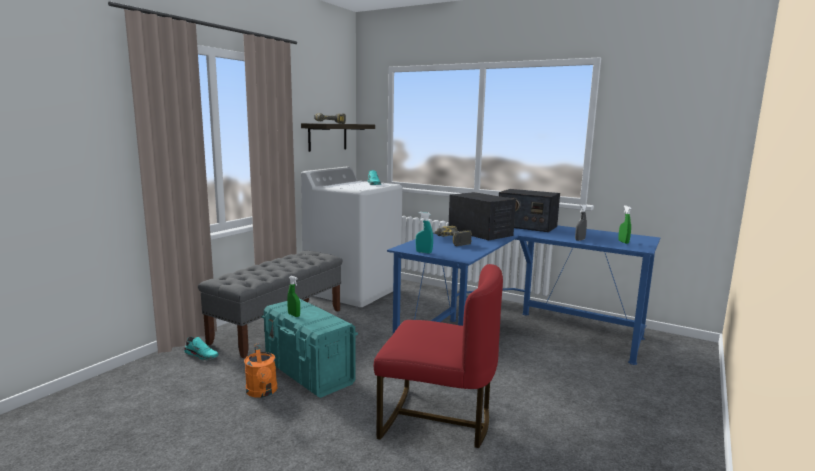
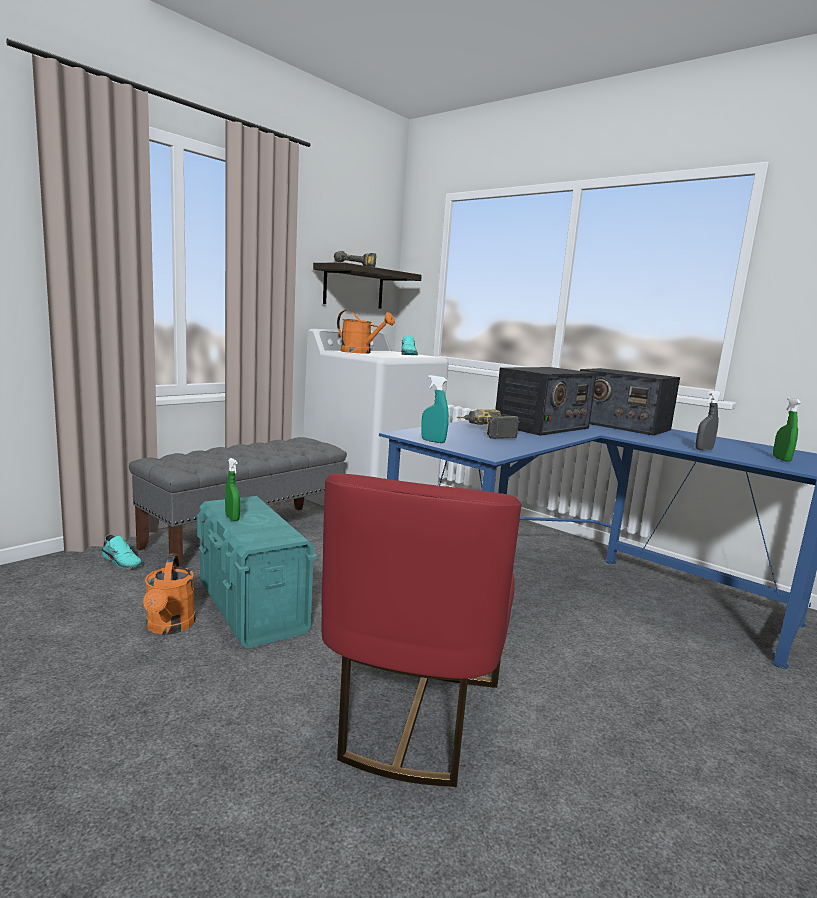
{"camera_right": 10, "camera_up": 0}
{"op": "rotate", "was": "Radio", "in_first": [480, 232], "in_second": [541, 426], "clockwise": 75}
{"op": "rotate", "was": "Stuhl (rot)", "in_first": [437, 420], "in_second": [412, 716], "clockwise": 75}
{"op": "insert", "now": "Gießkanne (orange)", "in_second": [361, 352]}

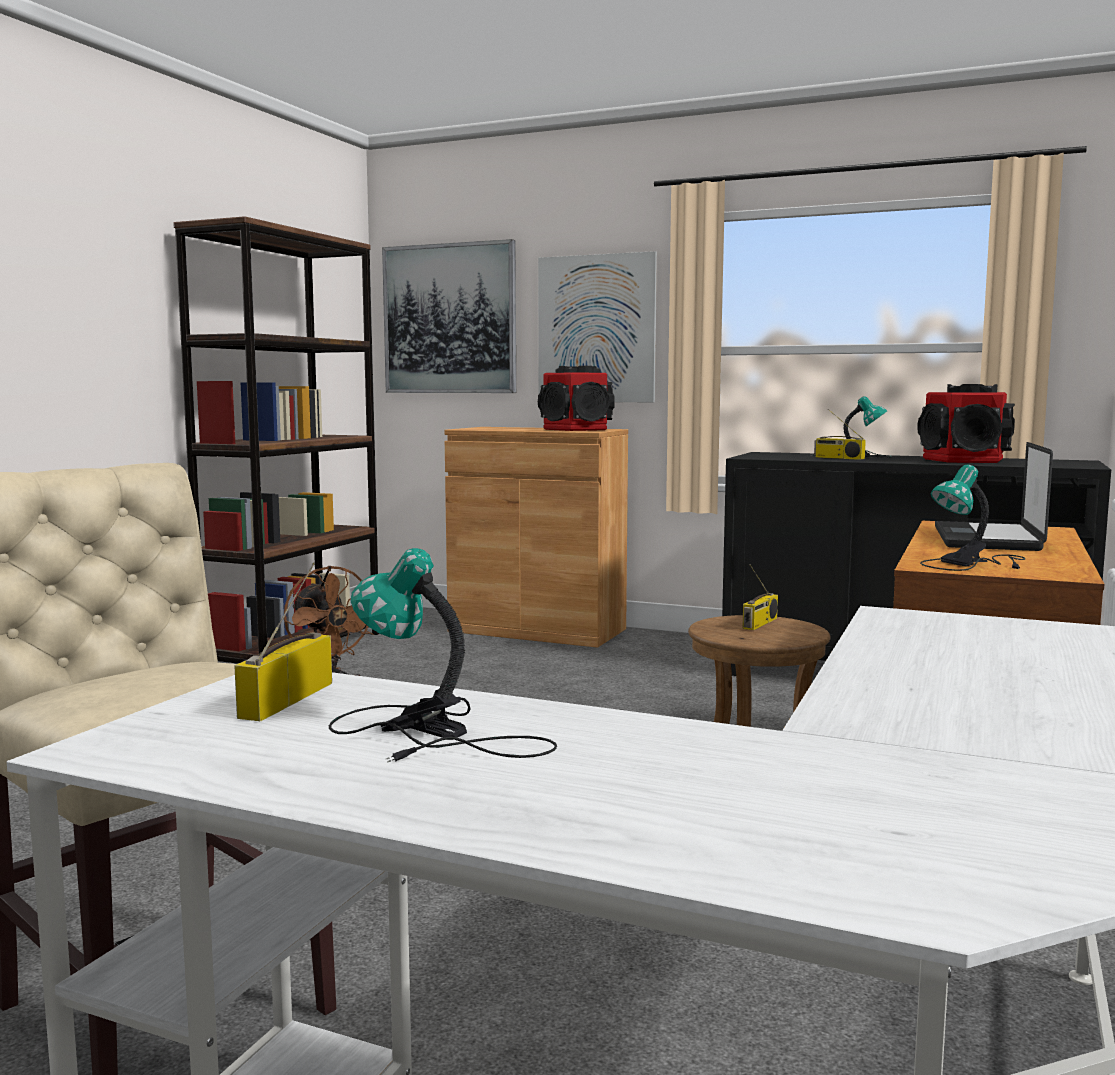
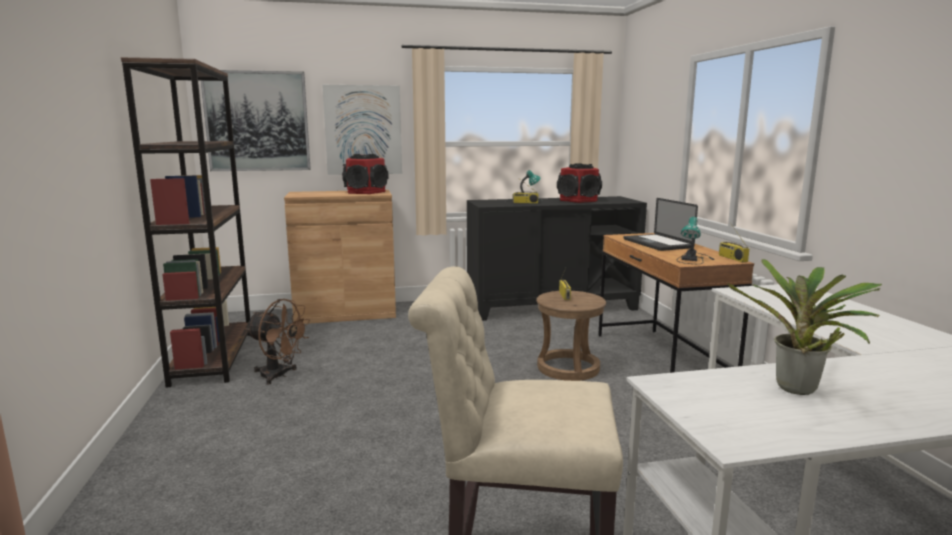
{"camera_right": -35, "camera_up": 5}
{"op": "replace", "was": "Tischlampe", "now": "Topfpflanze", "in_first": [430, 733], "in_second": [796, 391]}
{"op": "move", "was": "Radio", "in_first": [287, 699], "in_second": [732, 258]}

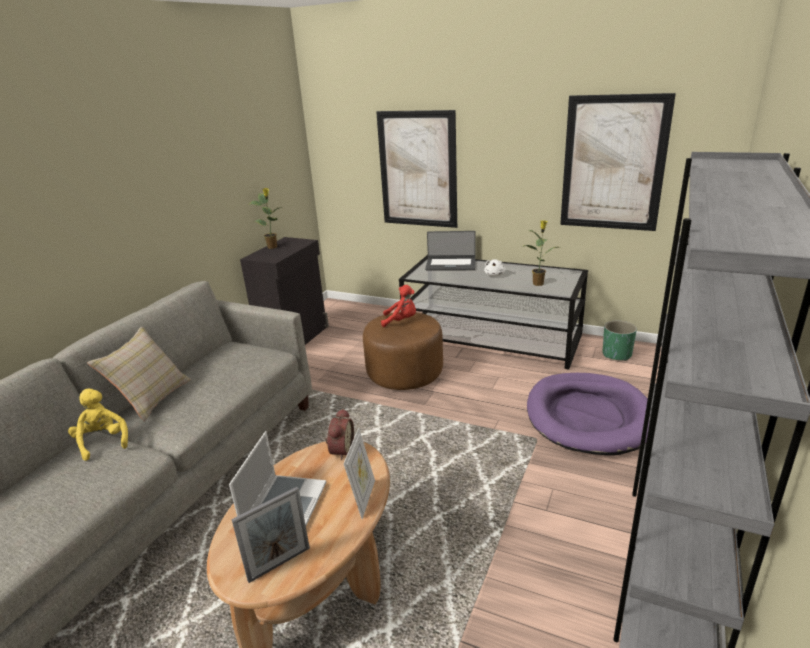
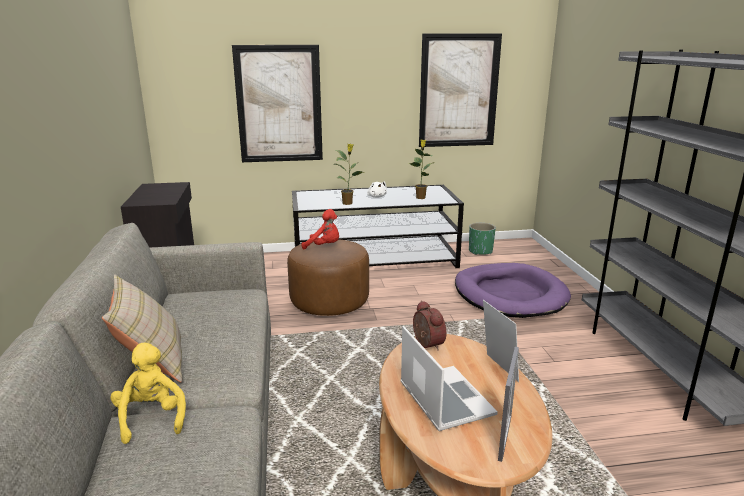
{"camera_right": -35, "camera_up": -5}
{"op": "move", "was": "Topfpflanze", "in_first": [273, 247], "in_second": [348, 203]}
{"op": "delete", "was": "Laptop", "in_first": [450, 264]}
{"op": "rotate", "was": "Plüschtier (rot)", "in_first": [401, 321], "in_second": [324, 246], "clockwise": 45}
{"op": "rotate", "was": "Plüschtier (gelb)", "in_first": [103, 442], "in_second": [152, 418], "clockwise": 45}

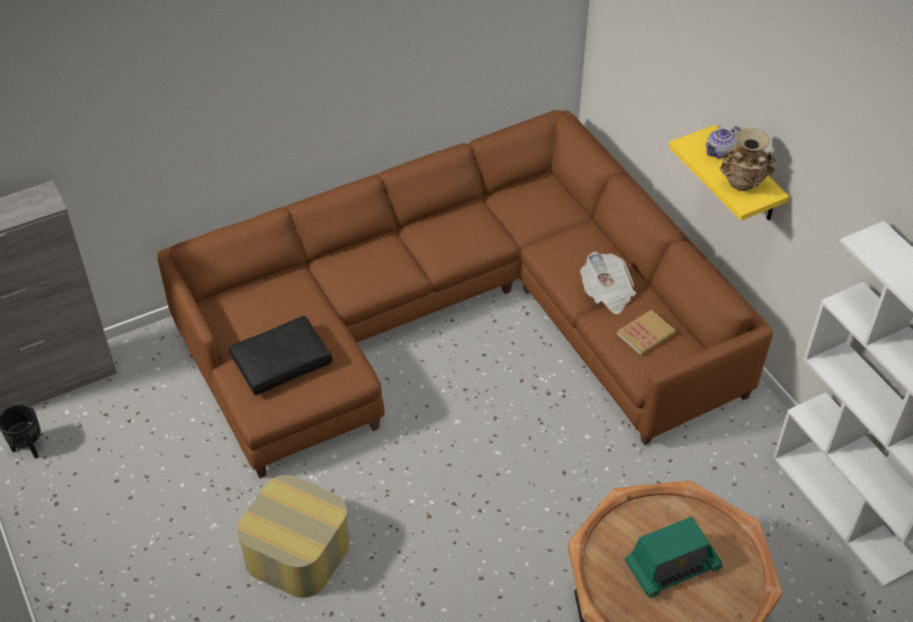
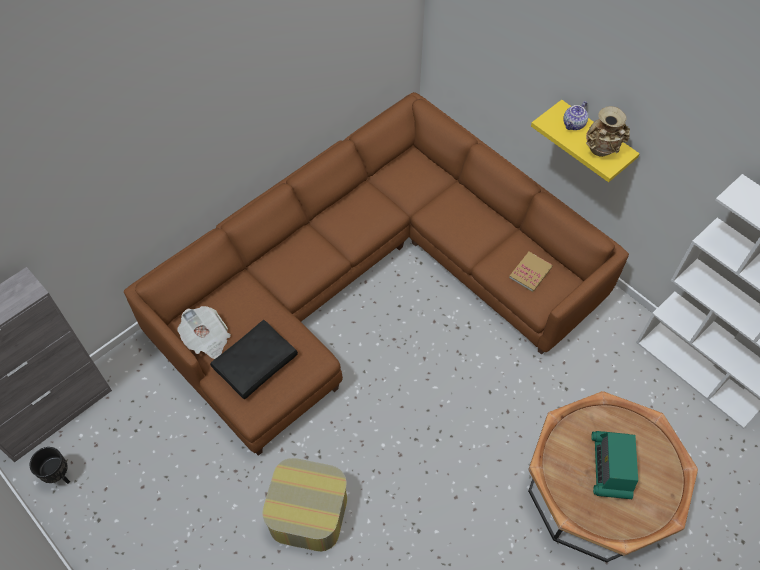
{"camera_right": -15, "camera_up": 10}
{"op": "move", "was": "Zeitung", "in_first": [607, 293], "in_second": [206, 339]}
{"op": "rotate", "was": "Radio", "in_first": [672, 566], "in_second": [610, 467], "clockwise": 135}

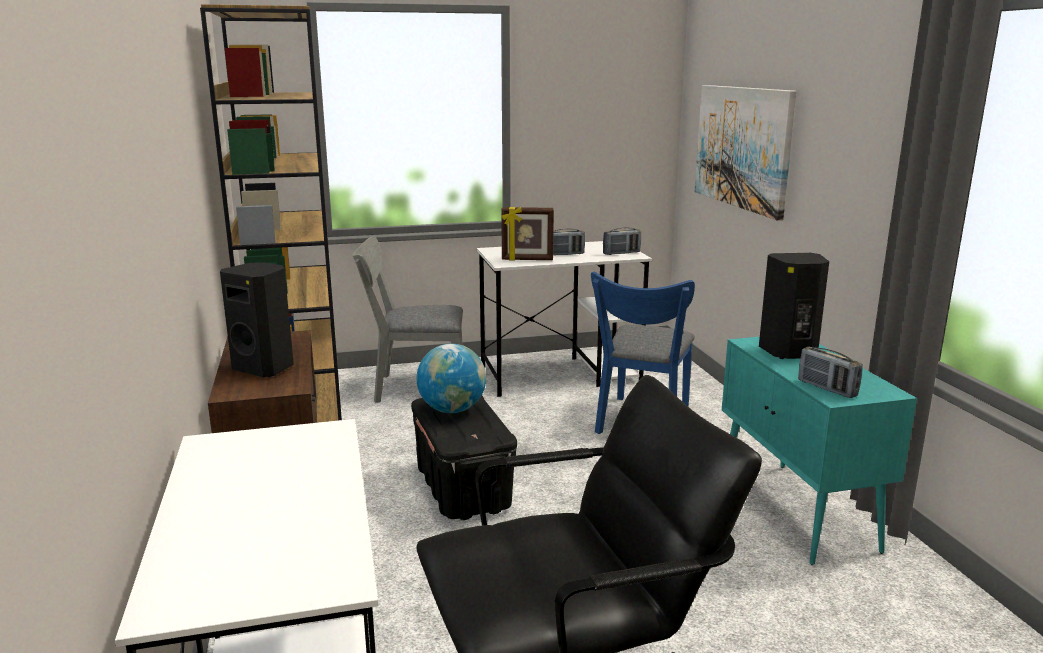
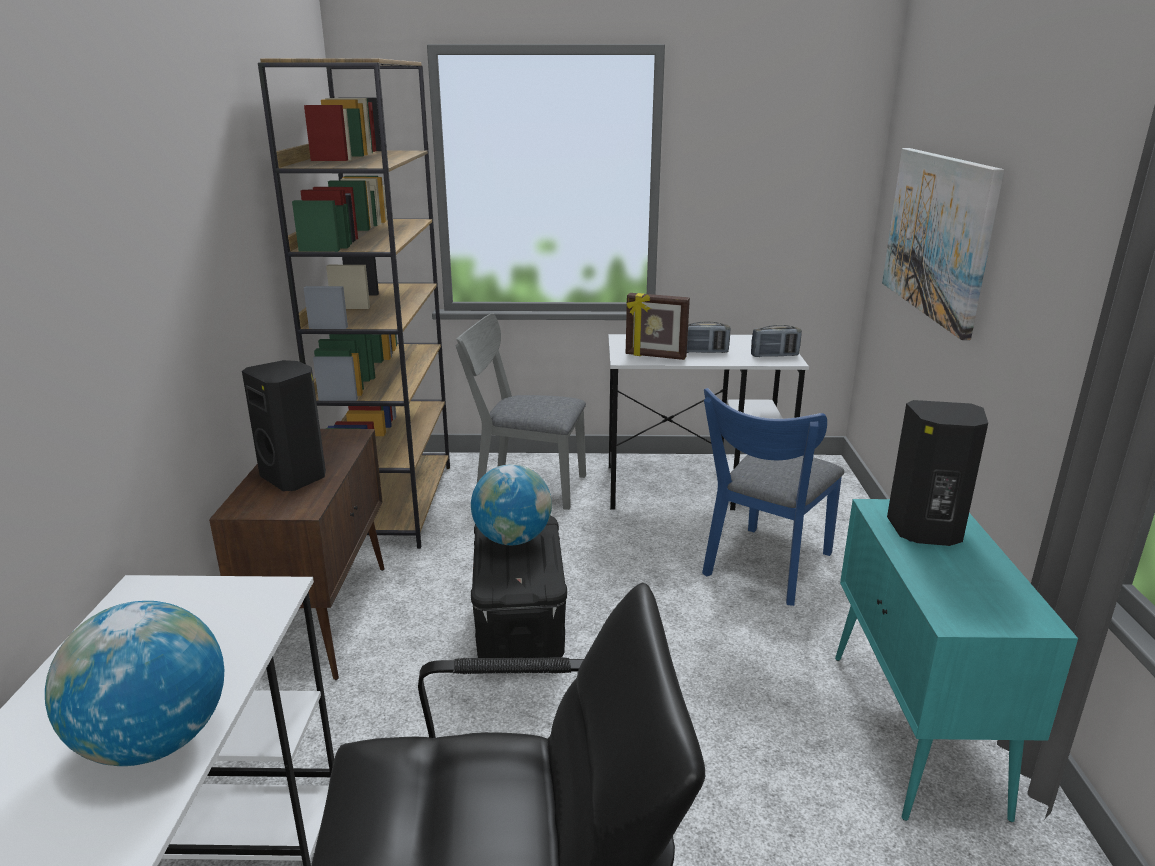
{"camera_right": 15, "camera_up": 5}
{"op": "delete", "was": "Radio", "in_first": [827, 388]}
{"op": "insert", "now": "Globus", "in_second": [154, 741]}

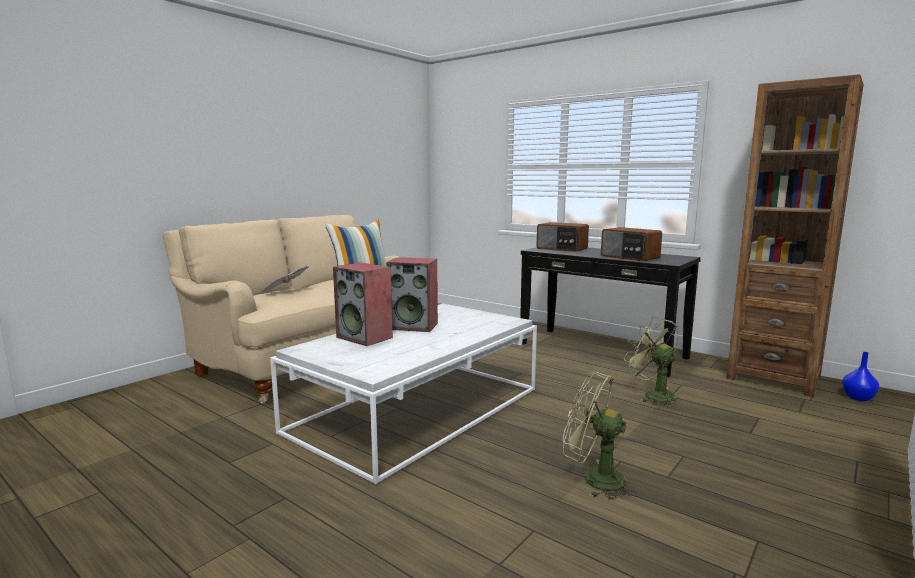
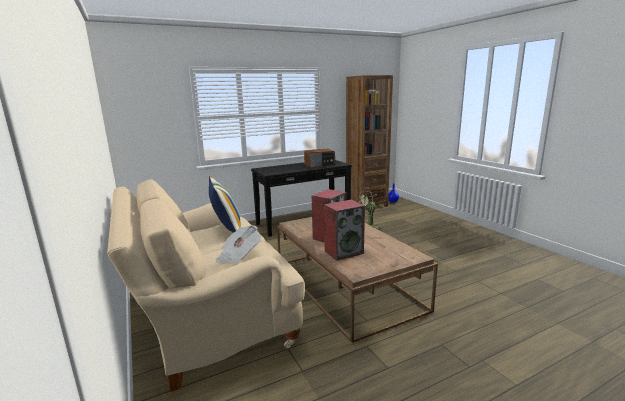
{"camera_right": -65, "camera_up": 5}
{"op": "delete", "was": "Radio", "in_first": [561, 249]}
{"op": "recolor", "was": "Couchtisch (weiß)", "now": "Couchtisch (braun)", "in_first": [417, 409], "in_second": [345, 285]}
{"op": "delete", "was": "Ventilator (grün)", "in_first": [594, 478]}

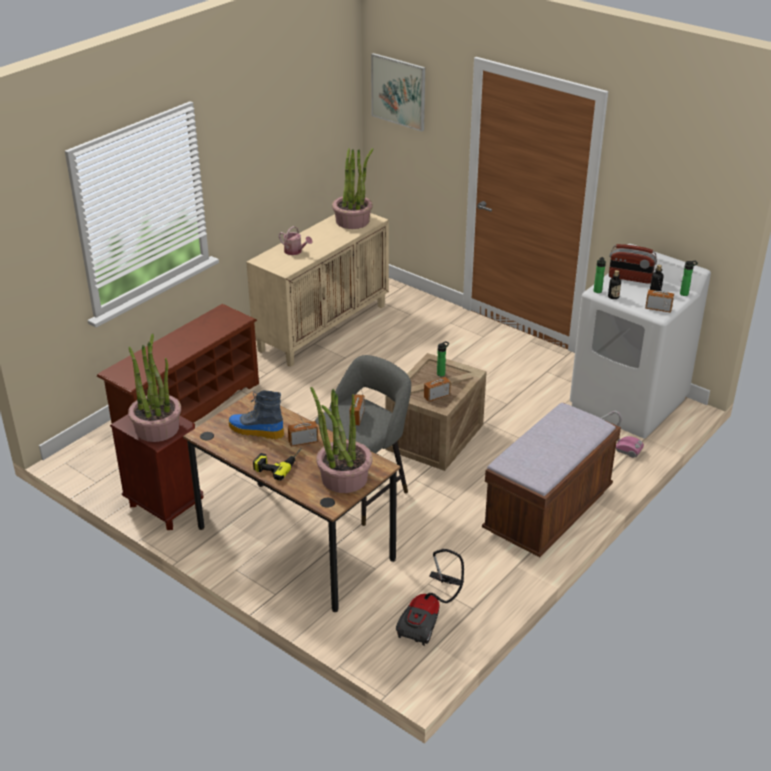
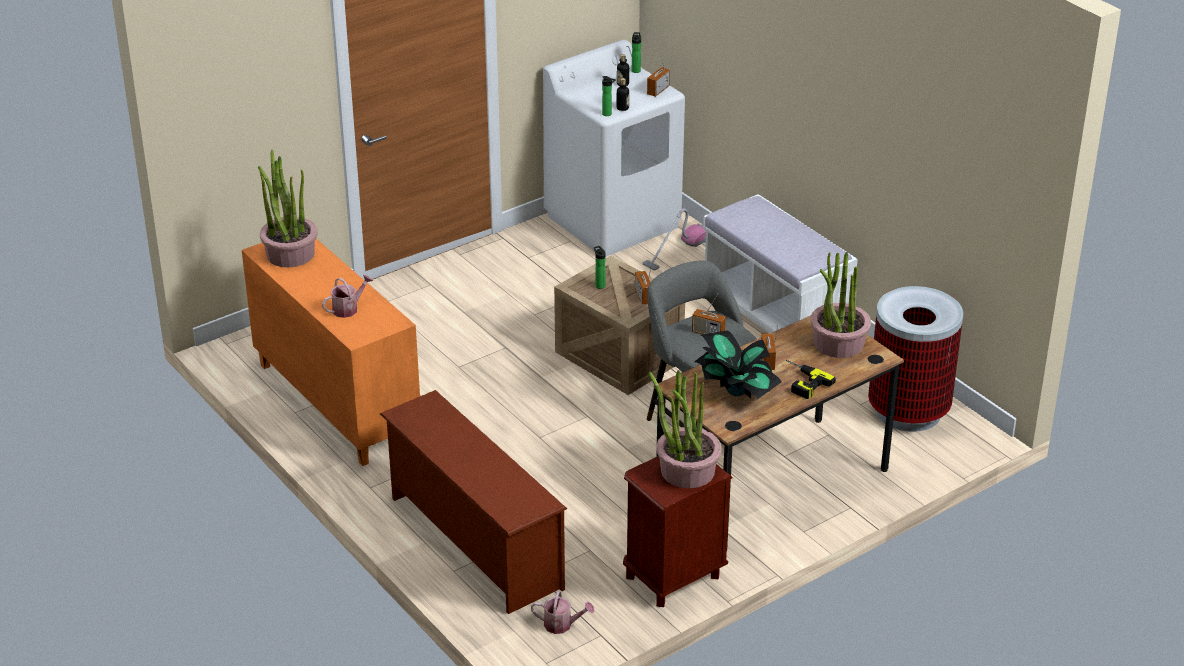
{"camera_right": -75, "camera_up": 0}
{"op": "delete", "was": "Bild", "in_first": [398, 91]}
{"op": "recolor", "was": "Schrank (beige)", "now": "Schrank (orange)", "in_first": [323, 327], "in_second": [335, 403]}
{"op": "delete", "was": "Radio", "in_first": [630, 278]}
{"op": "replace", "was": "Stiefel", "now": "Topfpflanze", "in_first": [255, 431], "in_second": [735, 390]}
{"op": "recolor", "was": "Bank (braun)", "now": "Bank (weiß)", "in_first": [548, 512], "in_second": [775, 310]}
{"op": "replace", "was": "Staubsauger", "now": "Mülleimer", "in_first": [429, 617], "in_second": [908, 411]}
{"op": "insert", "now": "Gießkanne", "in_second": [562, 625]}

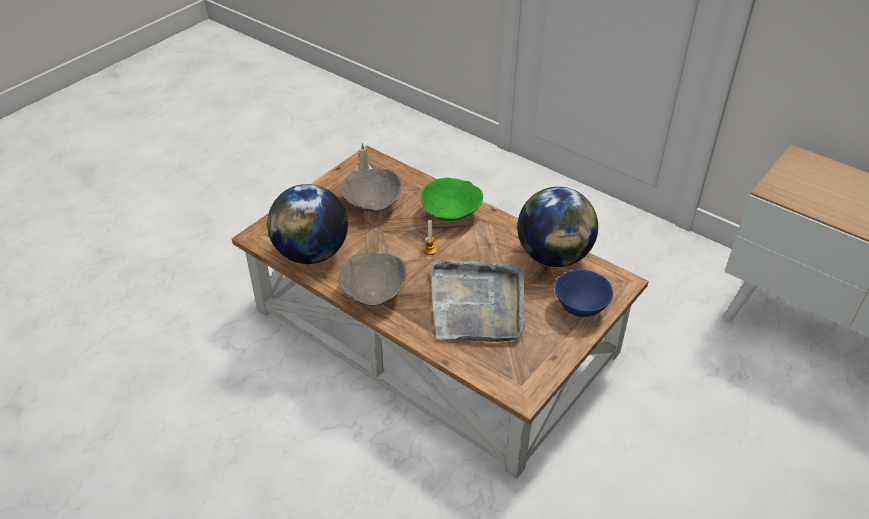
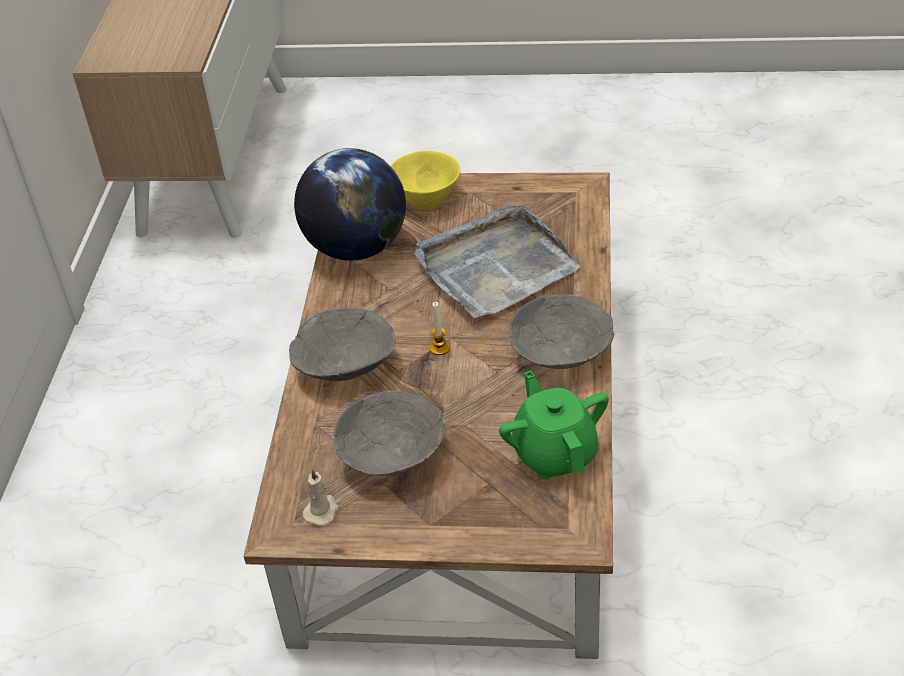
{"camera_right": -120, "camera_up": 0}
{"op": "recolor", "was": "Schüssel (grün)", "now": "Schüssel (grau)", "in_first": [451, 212], "in_second": [345, 367]}
{"op": "replace", "was": "Globus", "now": "Teekanne (grün)", "in_first": [311, 253], "in_second": [555, 453]}
{"op": "recolor", "was": "Schüssel (blau)", "now": "Schüssel (gelb)", "in_first": [580, 309], "in_second": [428, 198]}

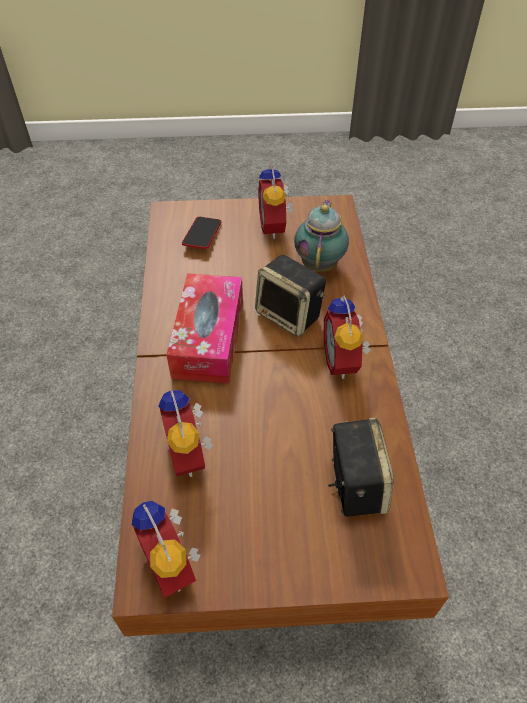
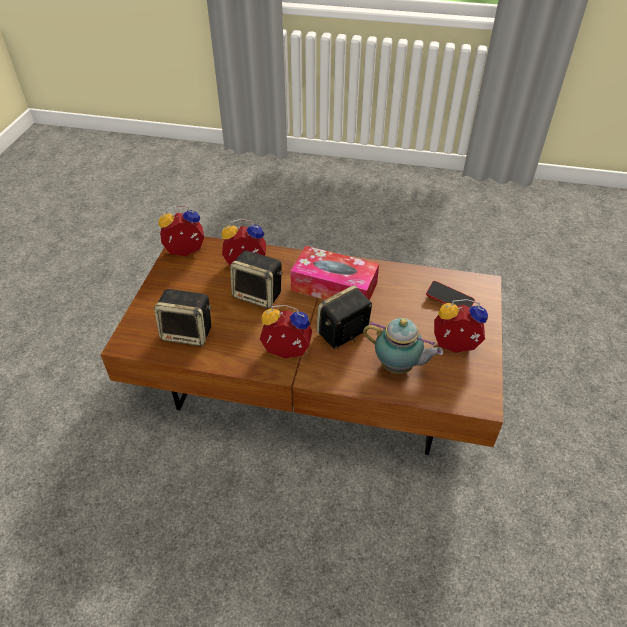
{"camera_right": 105, "camera_up": -5}
{"op": "insert", "now": "Lautsprecher", "in_second": [259, 295]}

